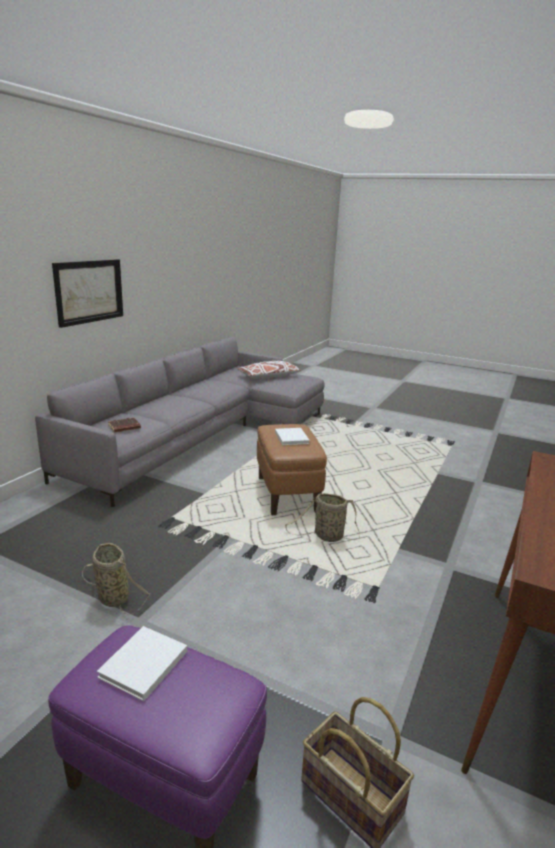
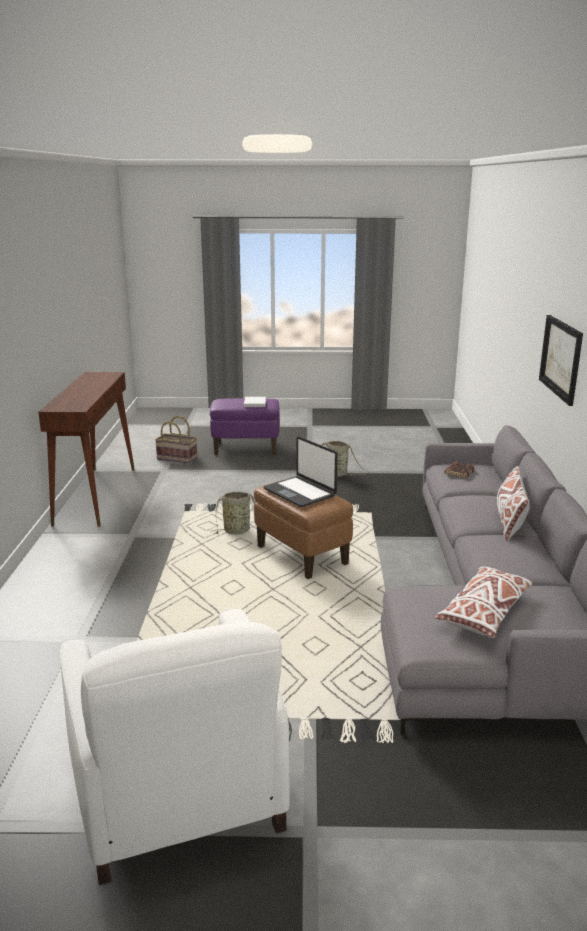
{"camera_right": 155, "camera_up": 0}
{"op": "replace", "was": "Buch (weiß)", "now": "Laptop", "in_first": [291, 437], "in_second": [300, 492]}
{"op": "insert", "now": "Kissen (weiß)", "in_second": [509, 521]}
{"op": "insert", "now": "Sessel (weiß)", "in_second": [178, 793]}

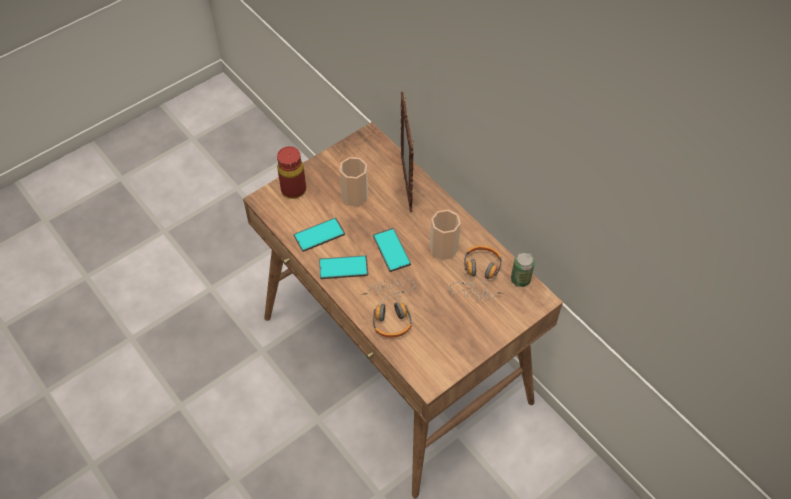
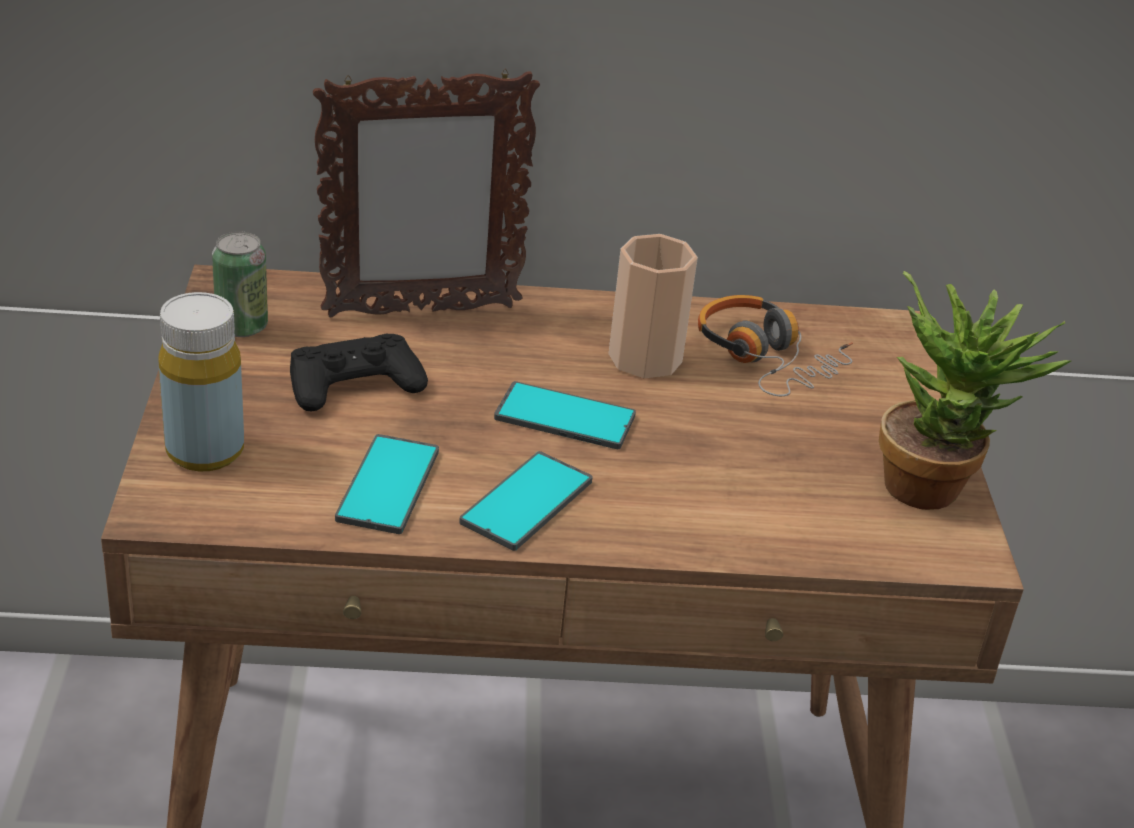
{"camera_right": -55, "camera_up": -20}
{"op": "rotate", "was": "Bilderrahmen", "in_first": [406, 183], "in_second": [420, 311], "clockwise": -45}
{"op": "recolor", "was": "Flasche (rot)", "now": "Flasche (gelb)", "in_first": [293, 190], "in_second": [205, 451]}
{"op": "replace", "was": "Tasse", "now": "Gamepad (schwarz)", "in_first": [355, 196], "in_second": [354, 384]}
{"op": "move", "was": "Dose", "in_first": [520, 279], "in_second": [241, 326]}
{"op": "delete", "was": "Kopfhörer", "in_first": [390, 312]}
{"op": "insert", "now": "Topfpflanze", "in_second": [936, 486]}

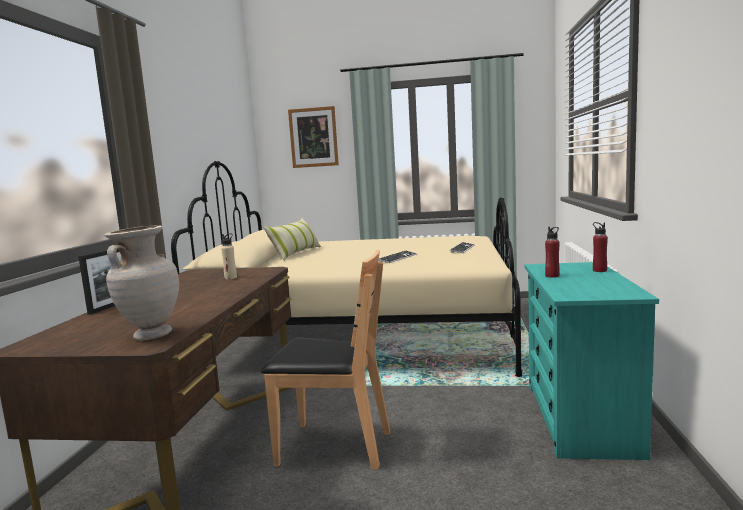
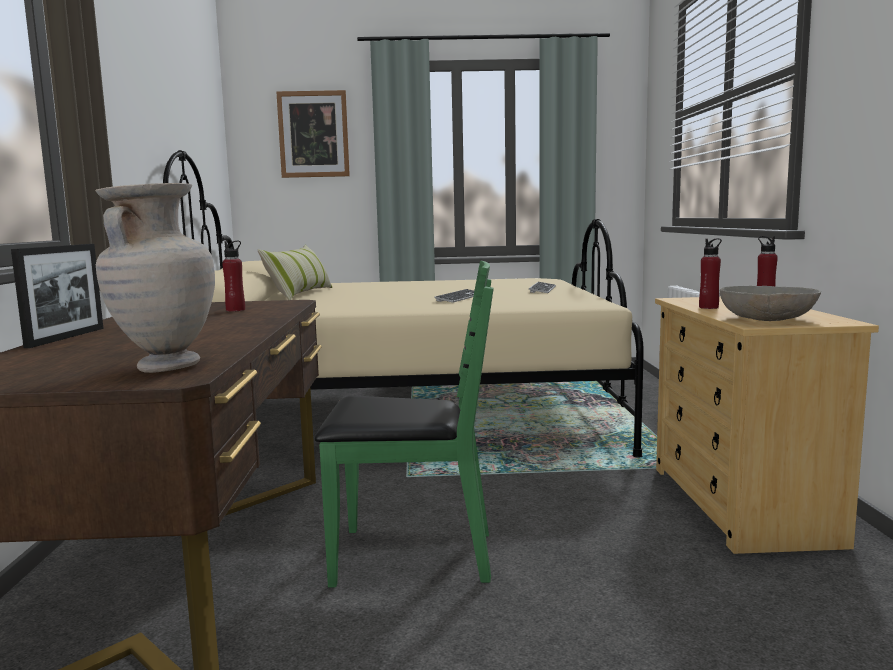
{"camera_right": -10, "camera_up": 0}
{"op": "recolor", "was": "Flasche (beige)", "now": "Flasche (rot)", "in_first": [230, 278], "in_second": [235, 310]}
{"op": "recolor", "was": "Stuhl (braun)", "now": "Stuhl (grün)", "in_first": [333, 447], "in_second": [411, 556]}
{"op": "recolor", "was": "Kommode (türkis)", "now": "Kommode (beige)", "in_first": [580, 418], "in_second": [741, 504]}
{"op": "insert", "now": "Schüssel (grau)", "in_second": [767, 319]}

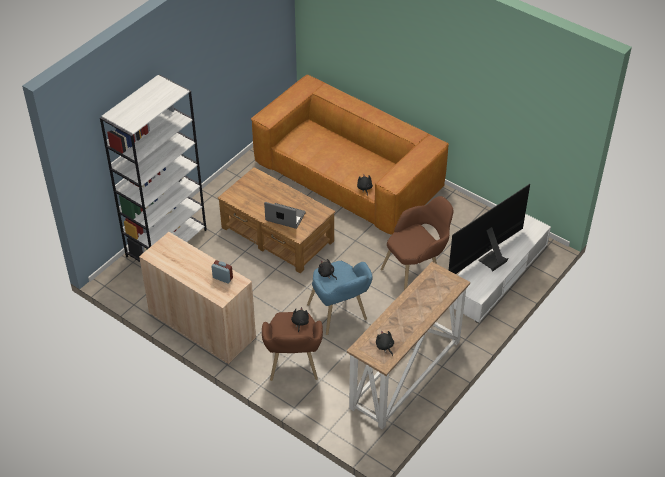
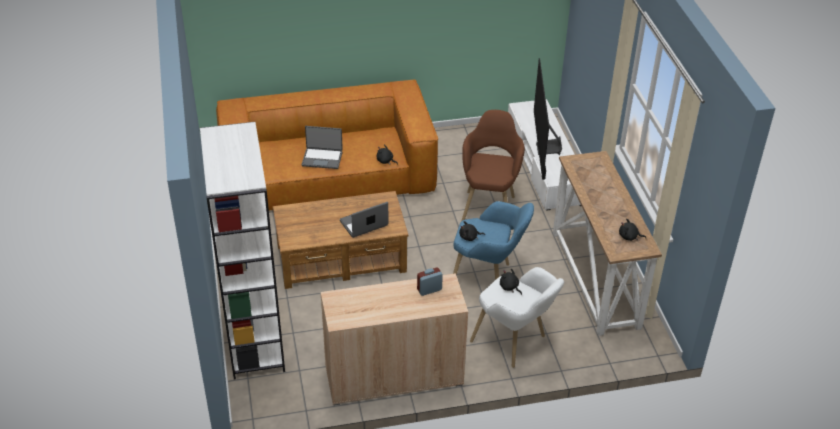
{"camera_right": -50, "camera_up": -5}
{"op": "recolor", "was": "Sessel (braun)", "now": "Sessel (weiß)", "in_first": [293, 369], "in_second": [515, 344]}
{"op": "insert", "now": "Laptop", "in_second": [322, 158]}

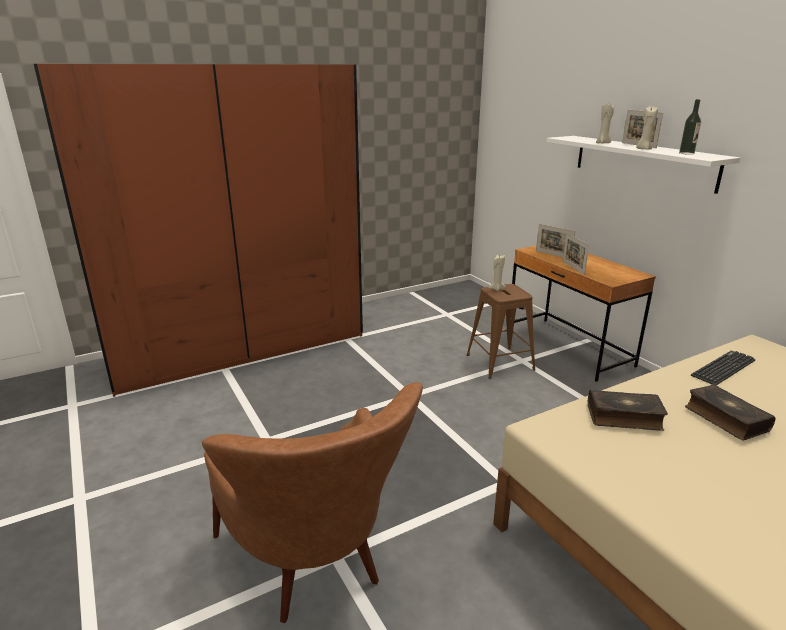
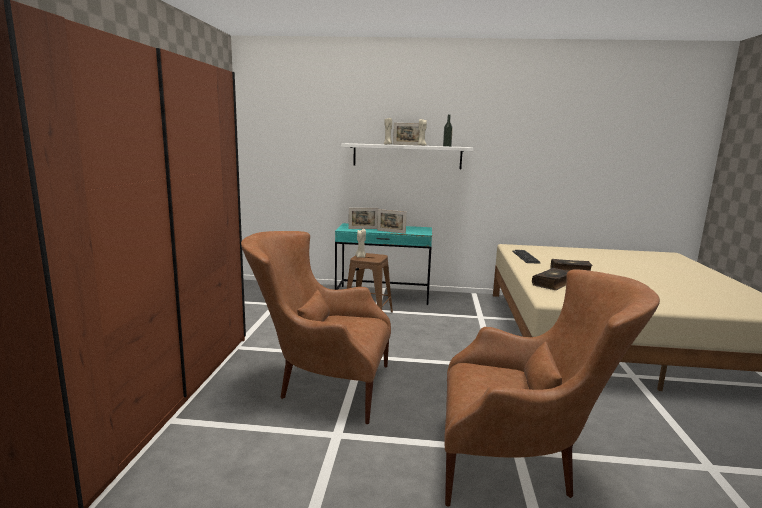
{"camera_right": -55, "camera_up": -10}
{"op": "recolor", "was": "Schreibtisch (braun)", "now": "Schreibtisch (türkis)", "in_first": [568, 348], "in_second": [383, 295]}
{"op": "insert", "now": "Sessel (braun)", "in_second": [320, 385]}

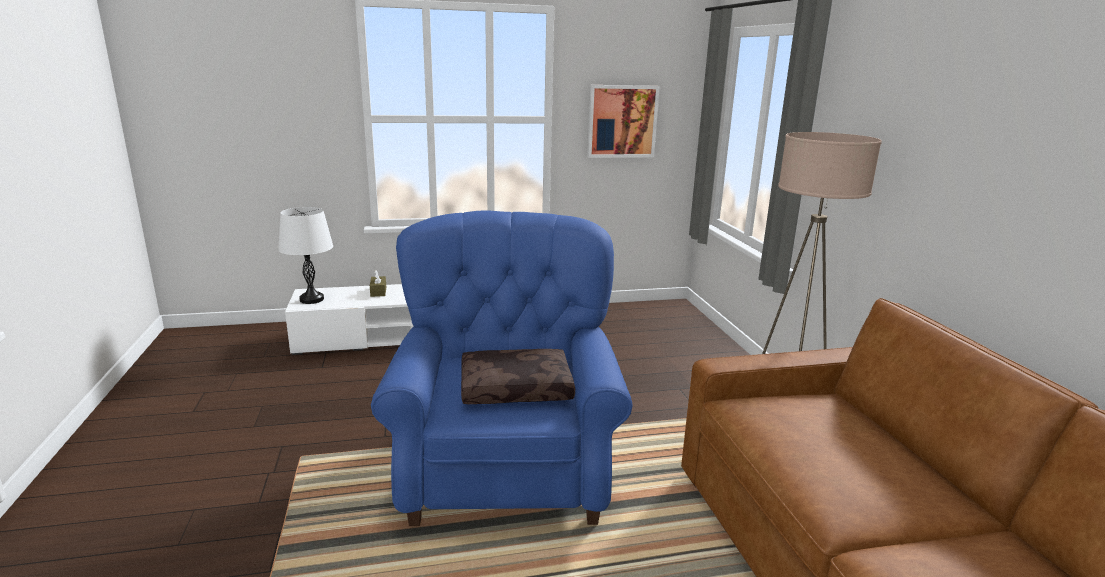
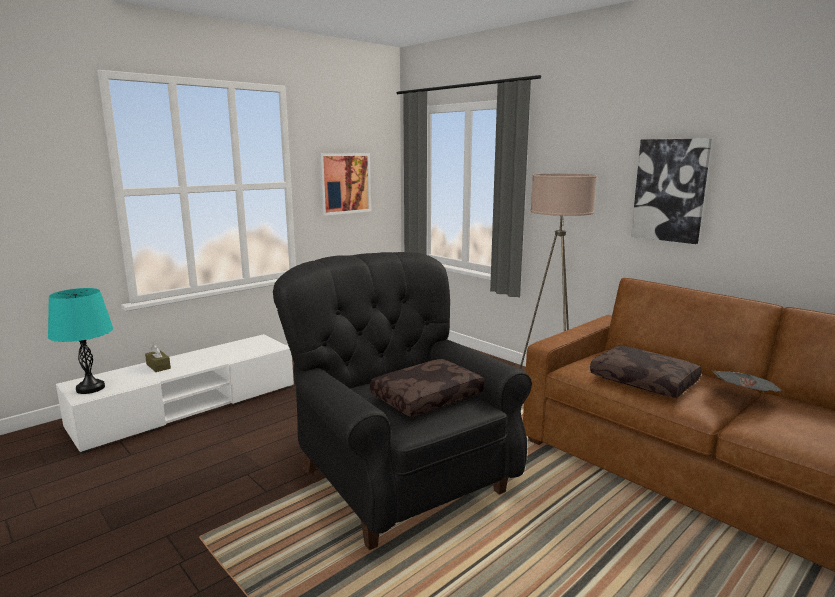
{"camera_right": -30, "camera_up": -5}
{"op": "recolor", "was": "Tischlampe (weiß)", "now": "Tischlampe (türkis)", "in_first": [312, 299], "in_second": [90, 388]}
{"op": "recolor", "was": "Sessel (blau)", "now": "Sessel (schwarz)", "in_first": [505, 467], "in_second": [397, 478]}
{"op": "insert", "now": "Bild", "in_second": [670, 190]}
{"op": "insert", "now": "Kissen (braun)", "in_second": [644, 381]}
{"op": "insert", "now": "Zeitung", "in_second": [744, 397]}

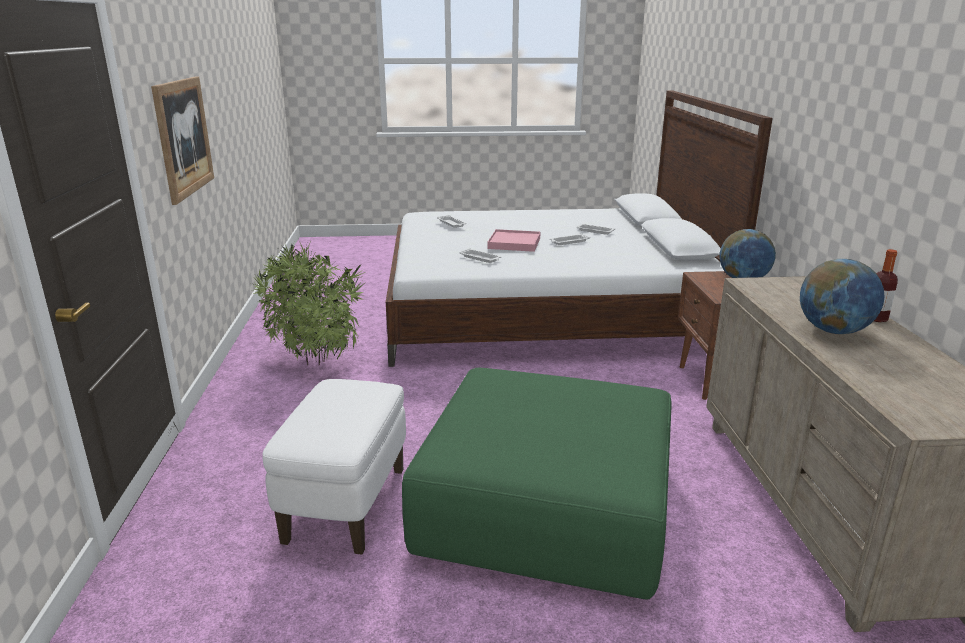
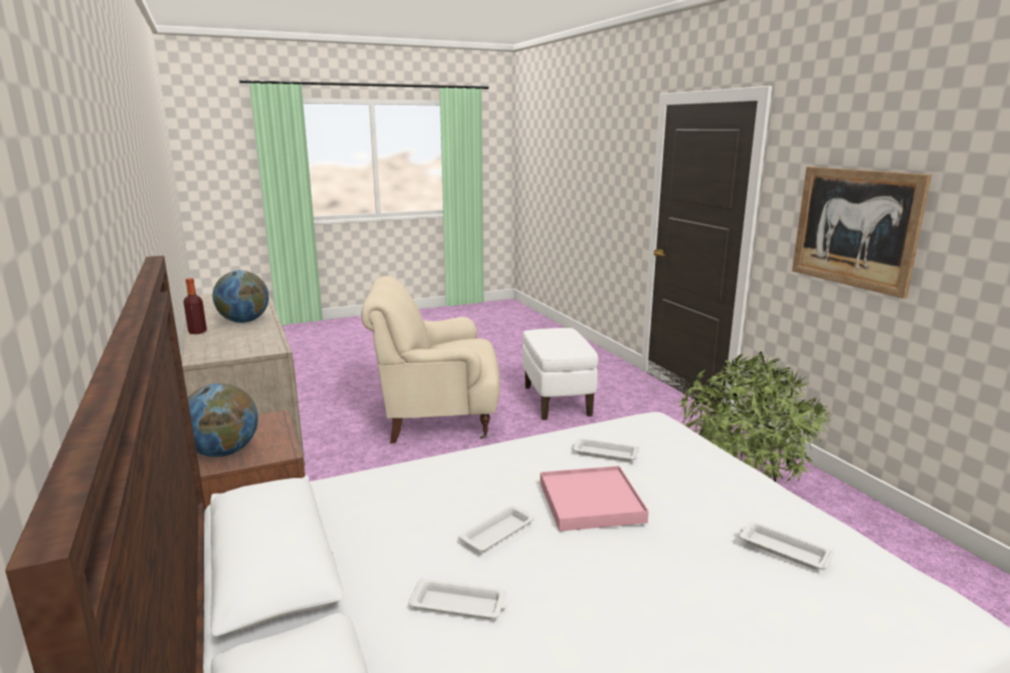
{"camera_right": 160, "camera_up": -5}
{"op": "replace", "was": "Polsterhocker (grün)", "now": "Sessel (beige)", "in_first": [548, 505], "in_second": [436, 419]}

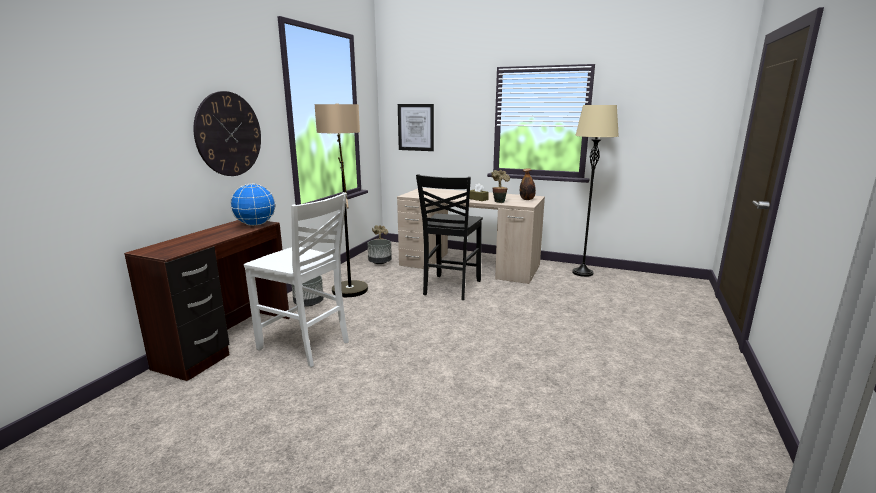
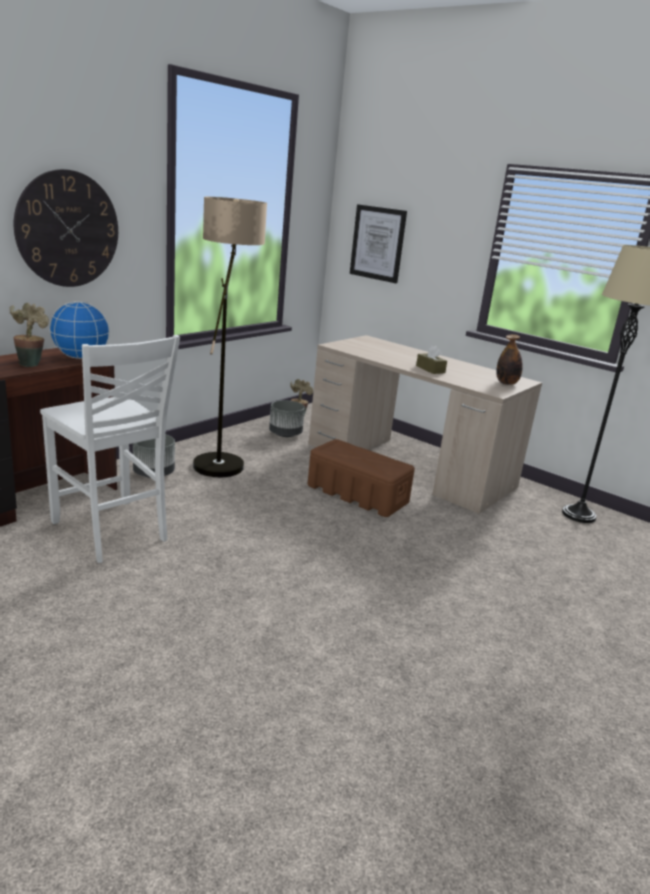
{"camera_right": 15, "camera_up": 5}
{"op": "move", "was": "Topfpflanze", "in_first": [499, 201], "in_second": [31, 363]}
{"op": "replace", "was": "Stuhl (schwarz)", "now": "Aufbewahrungsbox (braun)", "in_first": [450, 288], "in_second": [356, 494]}

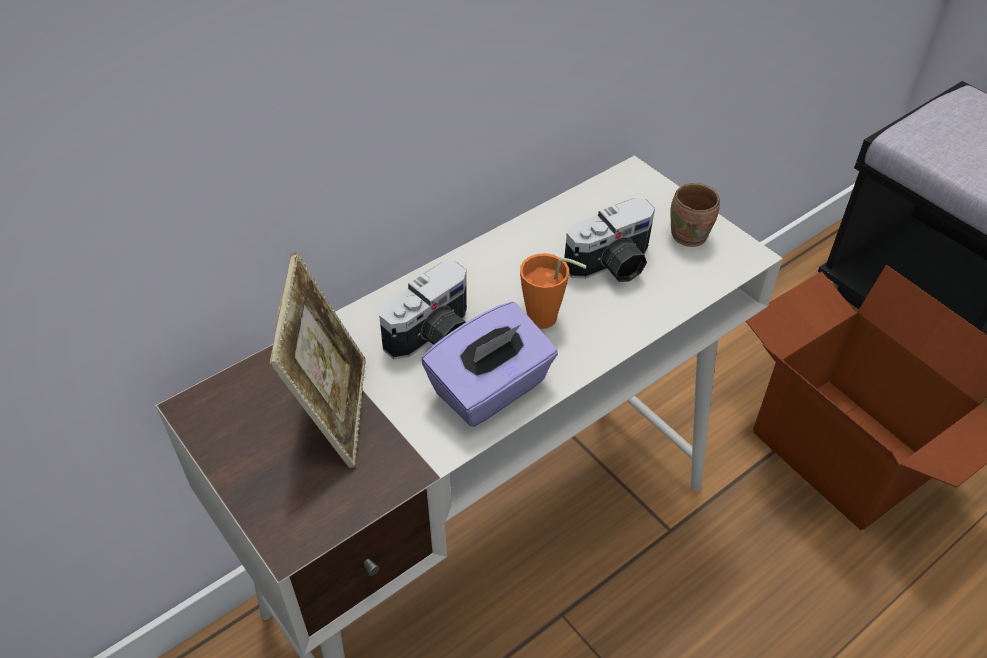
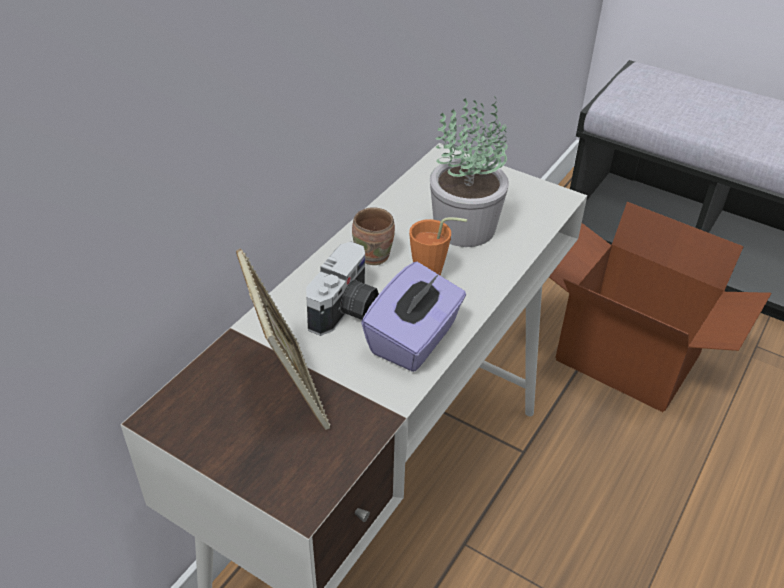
{"camera_right": -20, "camera_up": -5}
{"op": "move", "was": "Henkelbecher (braun)", "in_first": [692, 235], "in_second": [376, 255]}
{"op": "replace", "was": "Kamera", "now": "Topfpflanze", "in_first": [613, 266], "in_second": [464, 226]}

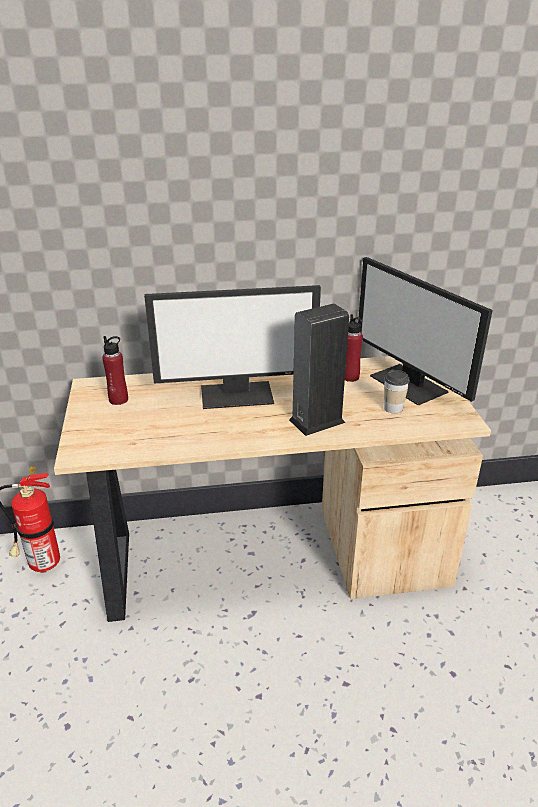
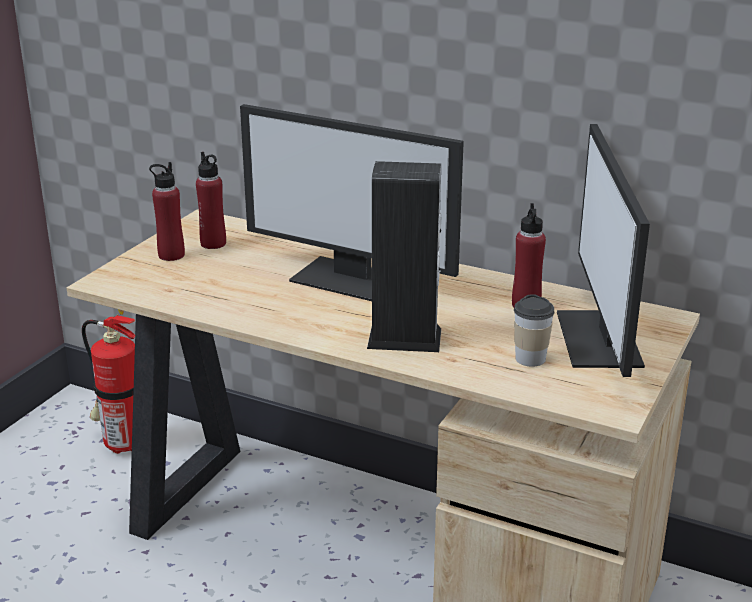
{"camera_right": 35, "camera_up": -5}
{"op": "insert", "now": "Flasche (rot)", "in_second": [171, 255]}

